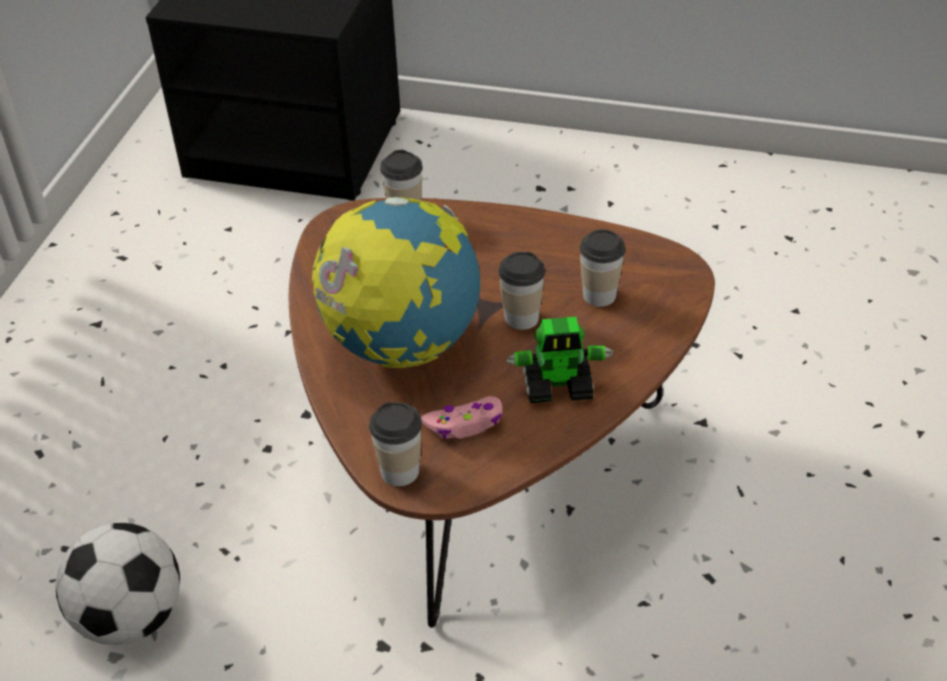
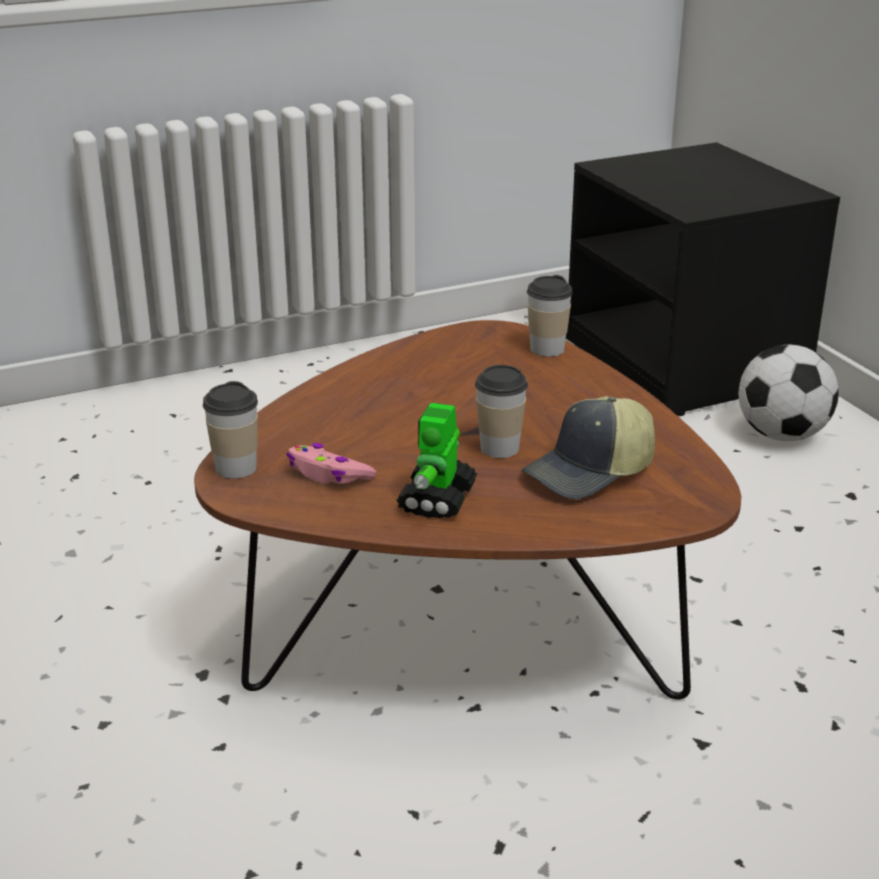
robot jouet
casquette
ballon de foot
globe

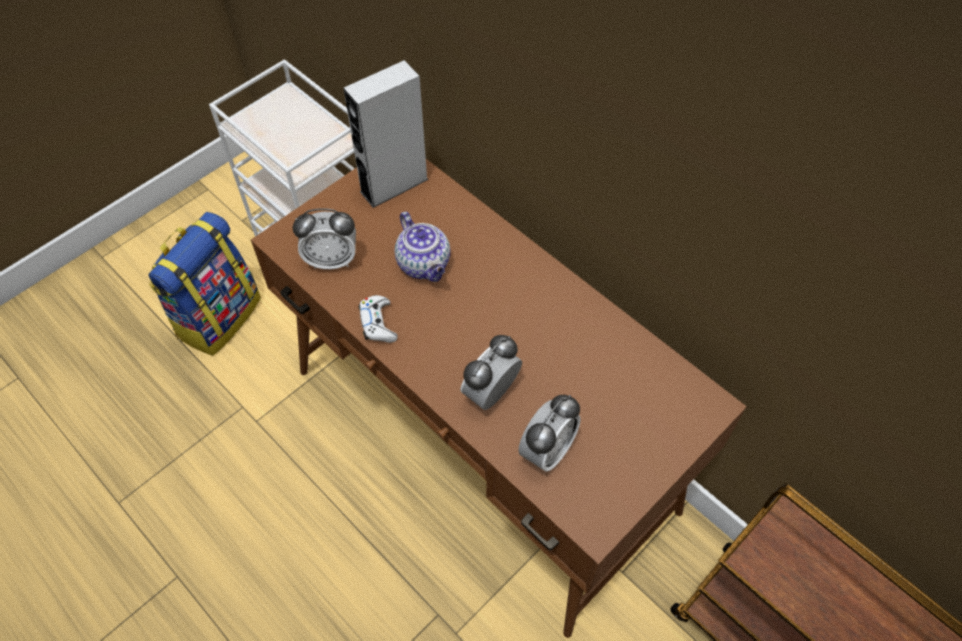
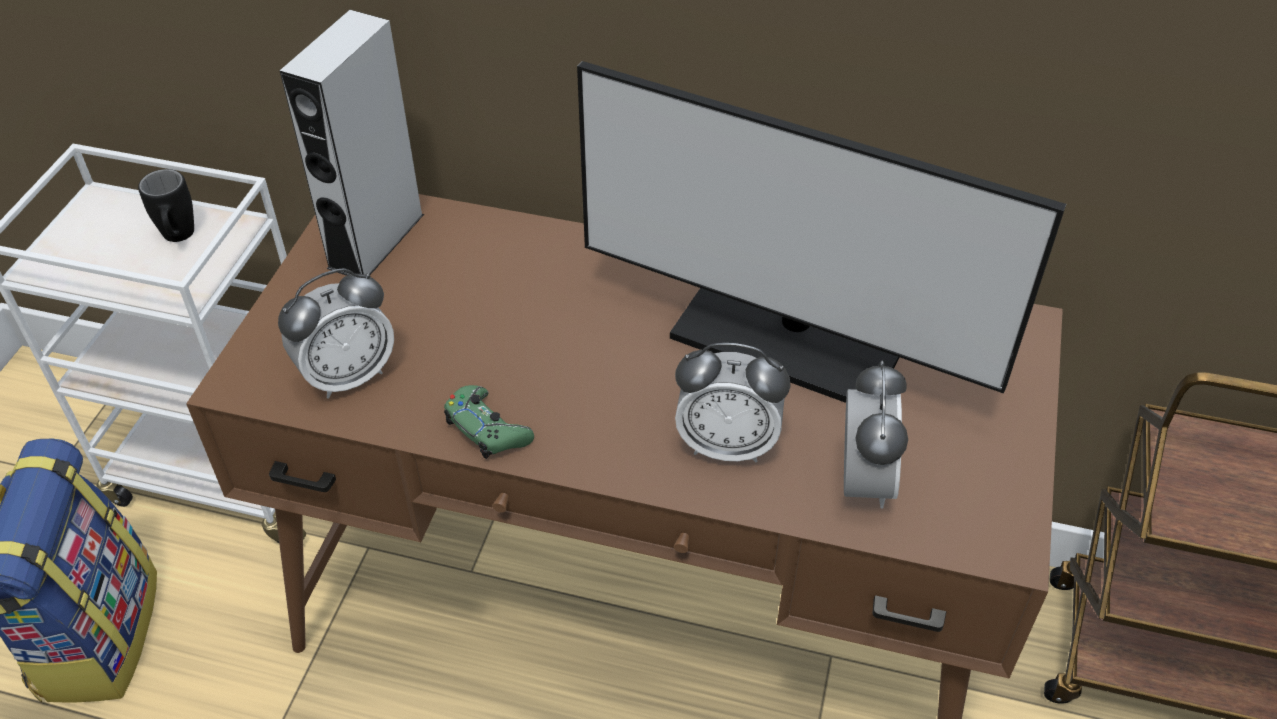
mug (noir)
manette (vert)
écran d'ordinateur
réveil (2nd from left)
théière

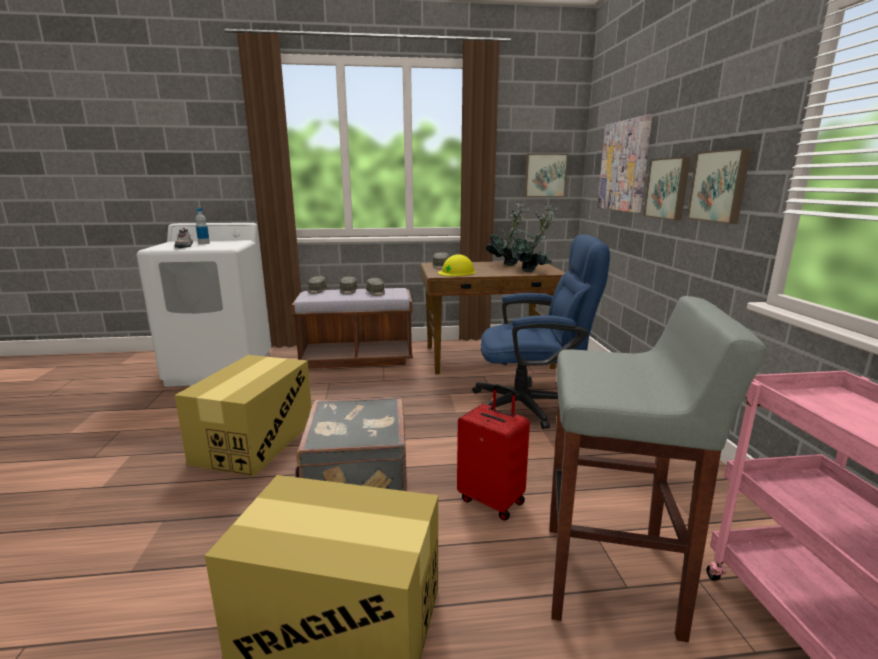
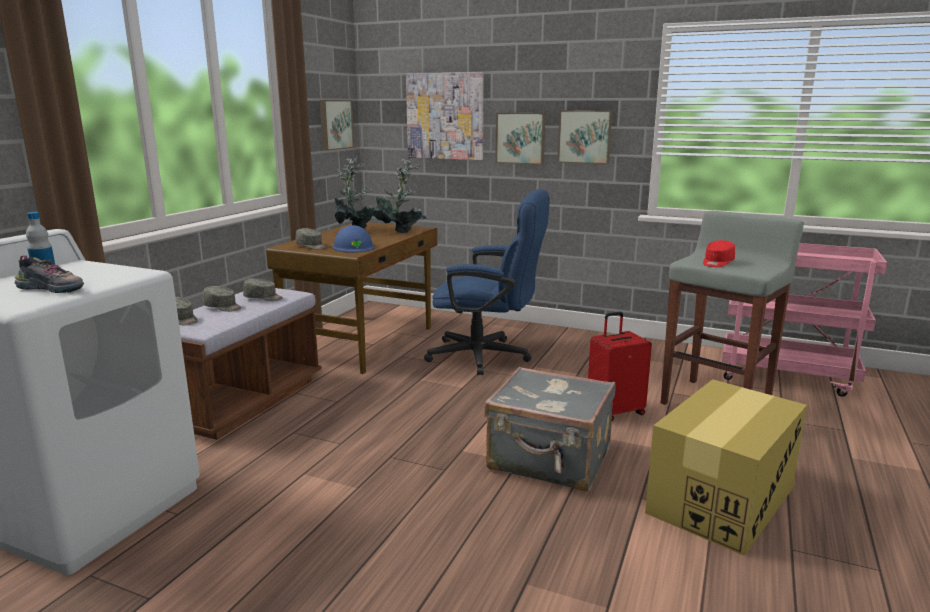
casque de chantier (bleu)
chaise de bureau (bleu)
casquette (rouge)
carton (1st from left in the first image)

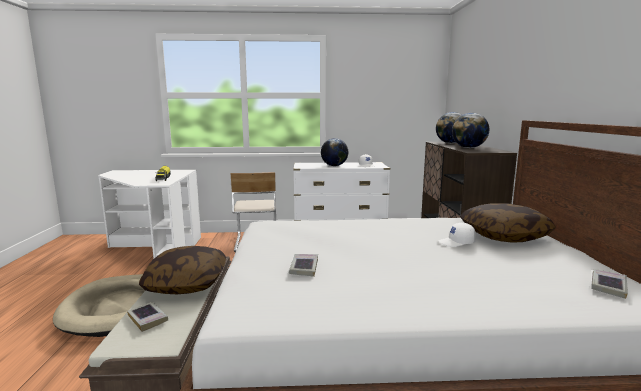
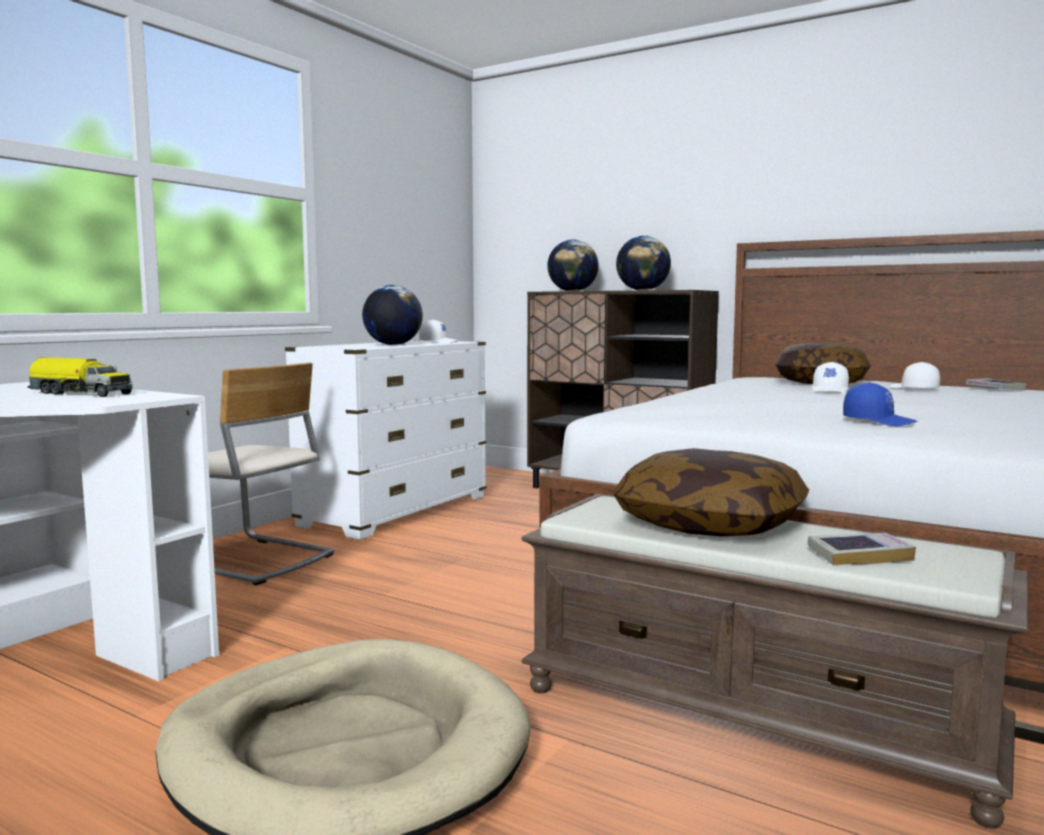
casquette (bleu)
casquette (blanc) (3rd from left)

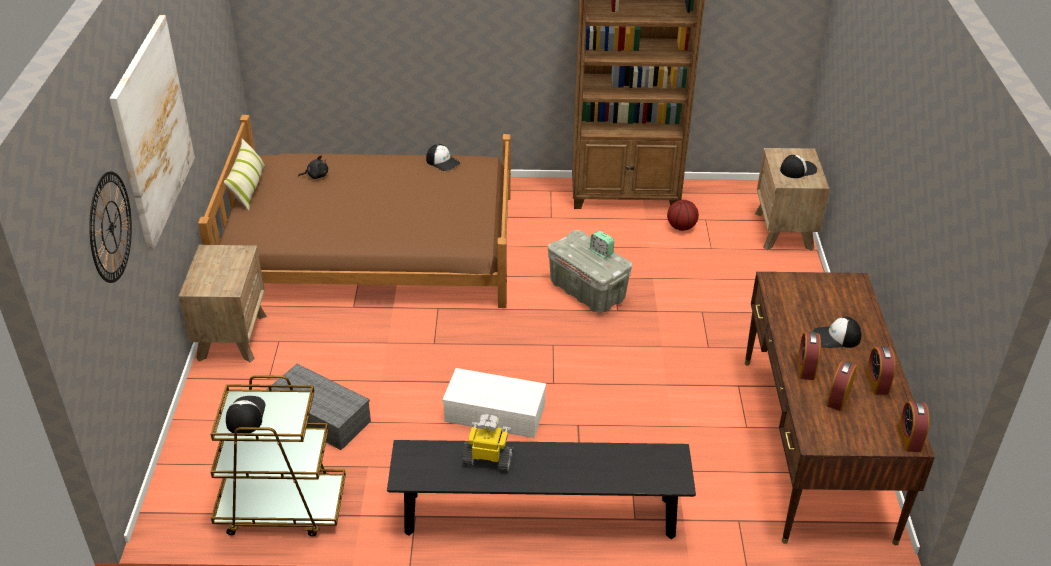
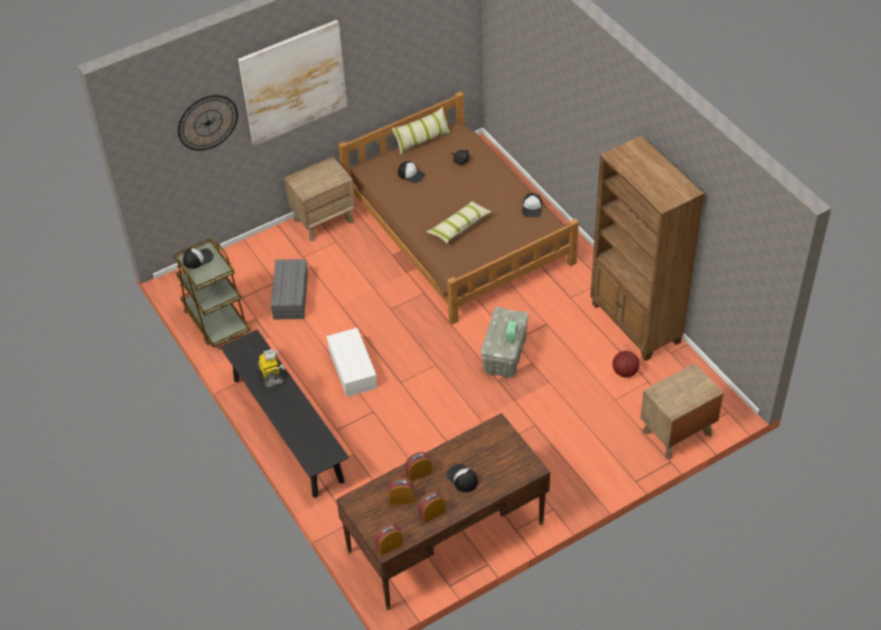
casquette (2nd from left)
coussin (2nd from left)

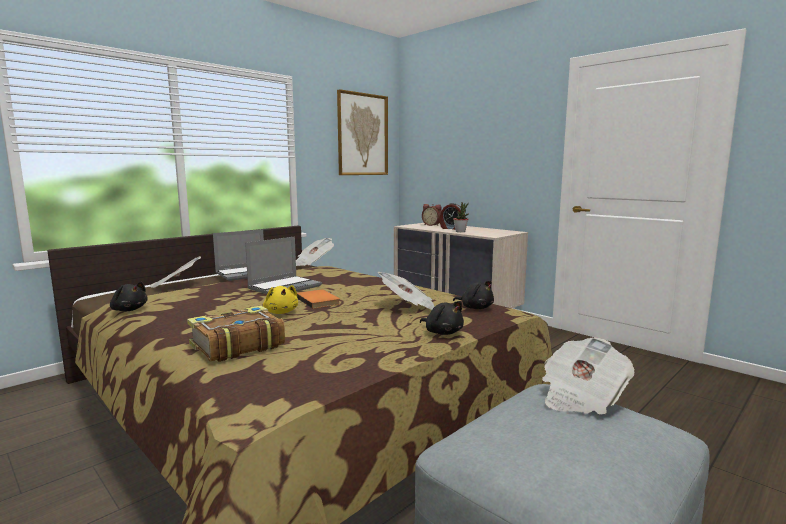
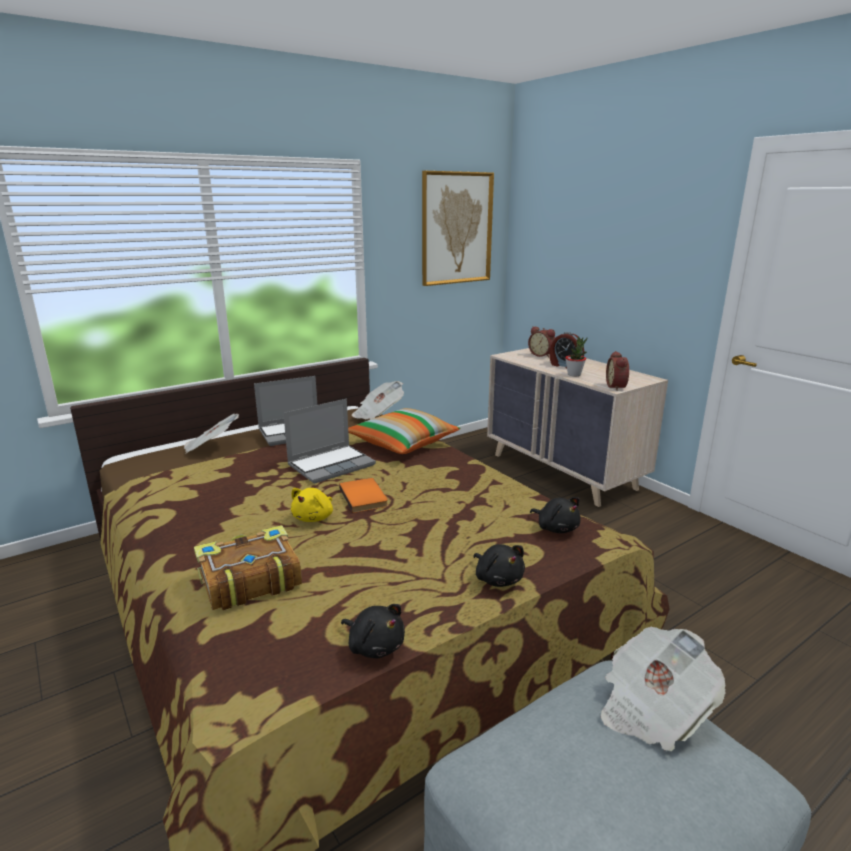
peluche (jaune)
peluche (noir) (1st from left)
coussin
réveil (3rd from left)
journal (3rd from left in the first image)

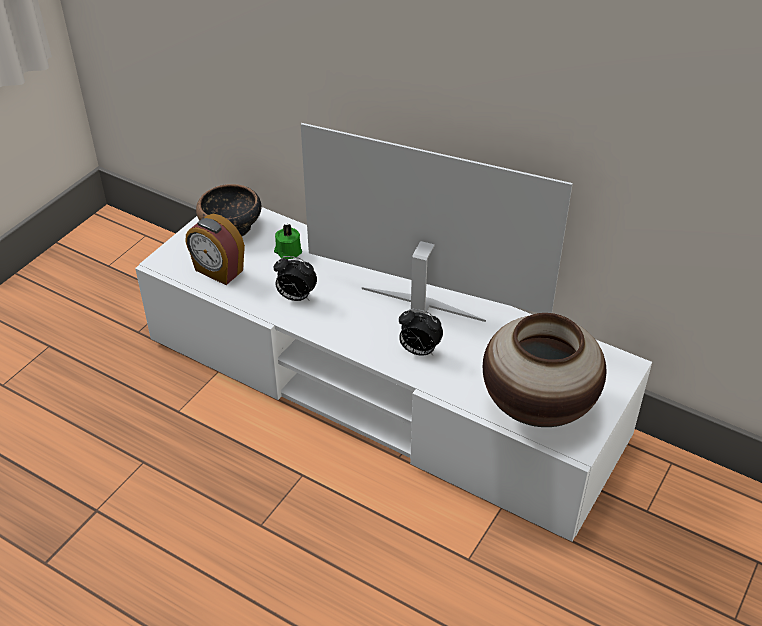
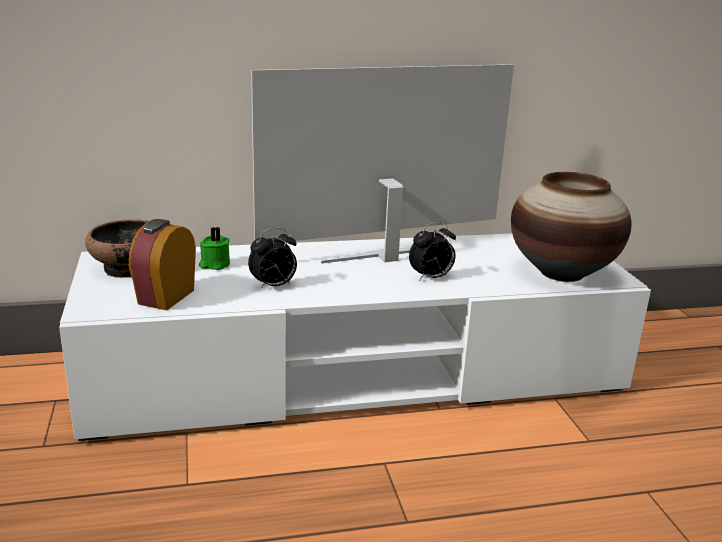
réveil (1st from left)

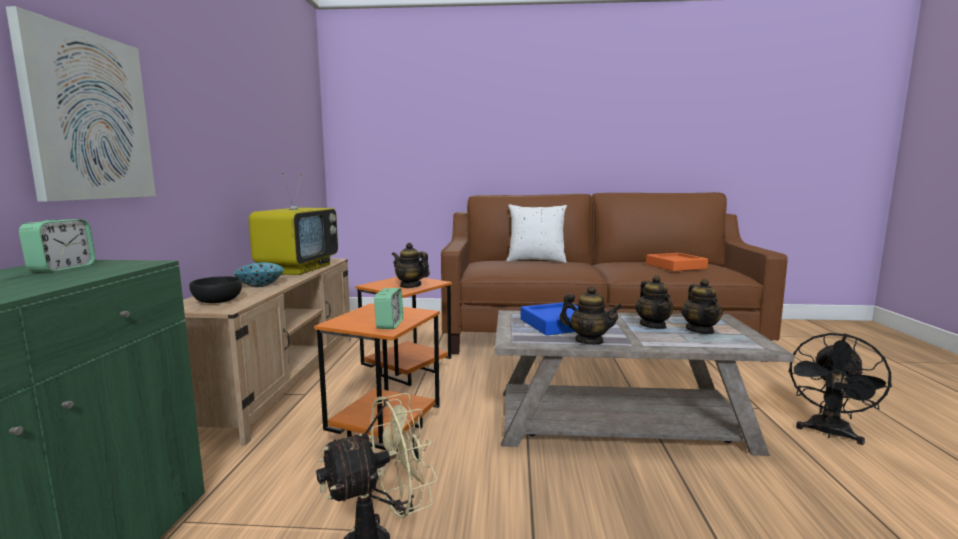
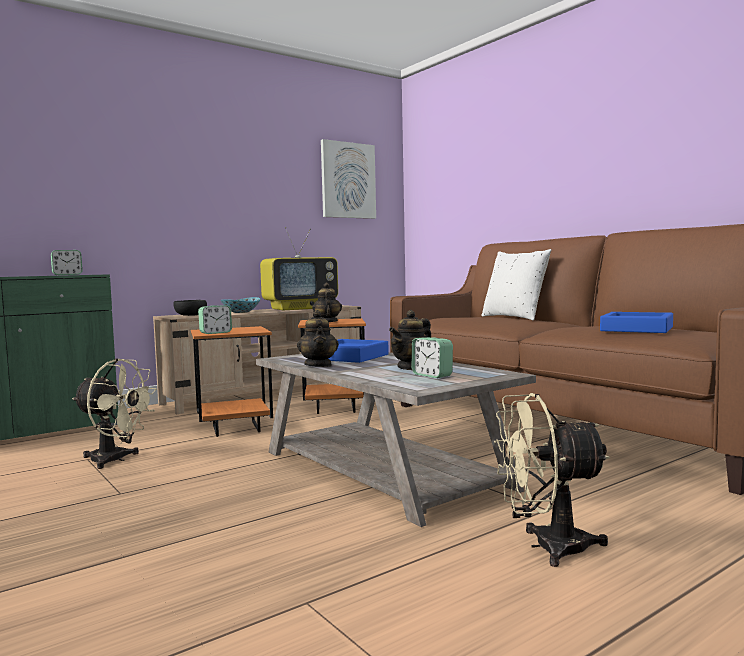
tableau
réveil (3rd from left)
ventilateur (beige) (2nd from left)
plateau (bleu) (2nd from left)

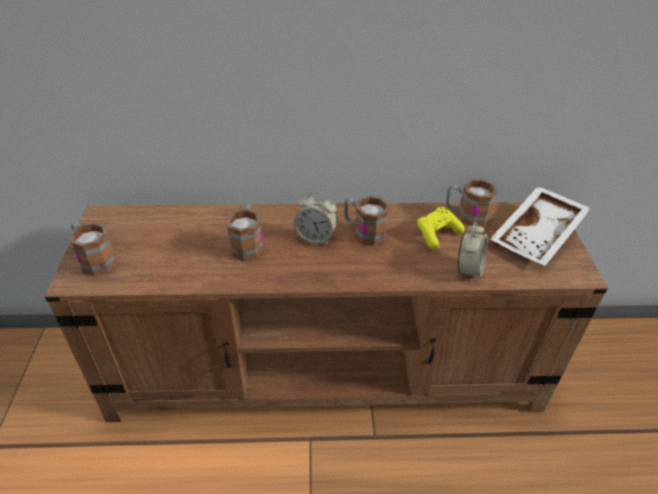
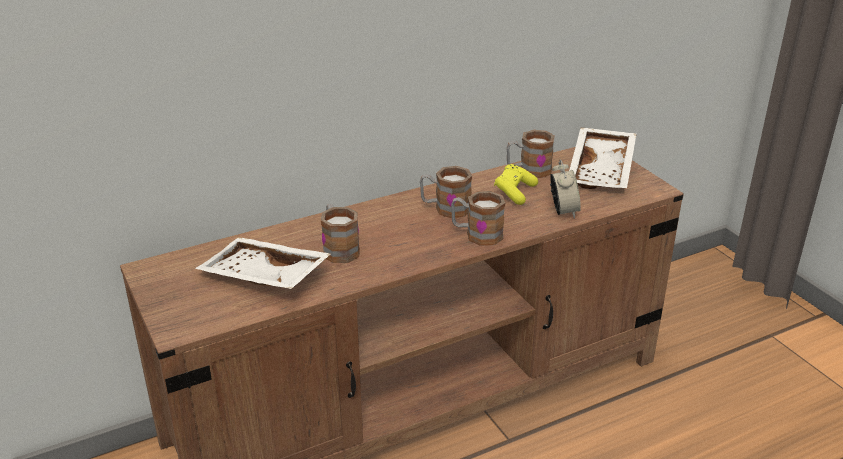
plateau (blanc) (1st from left)
mug (3rd from left)
réveil (1st from left in the first image)

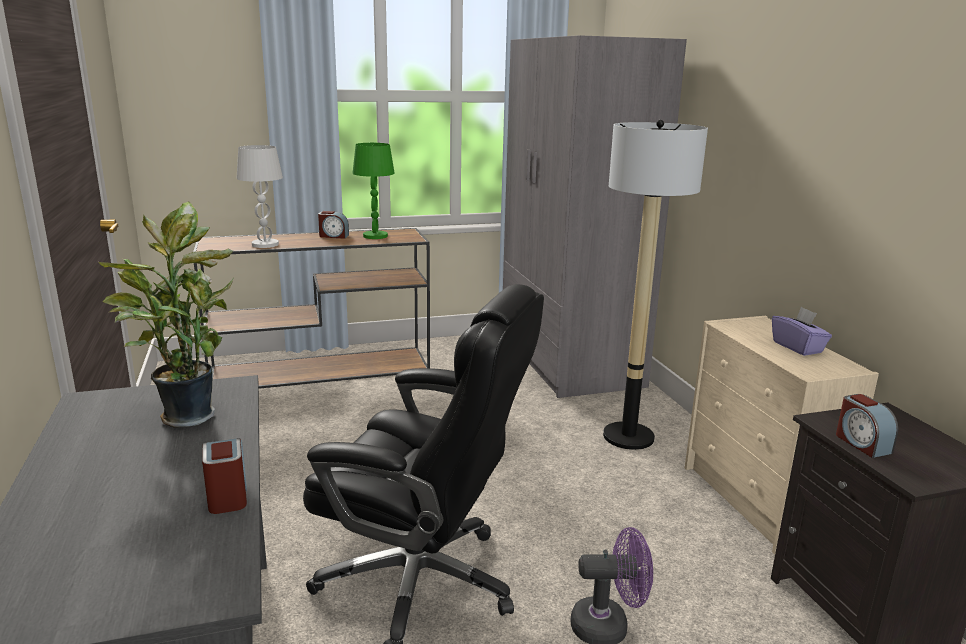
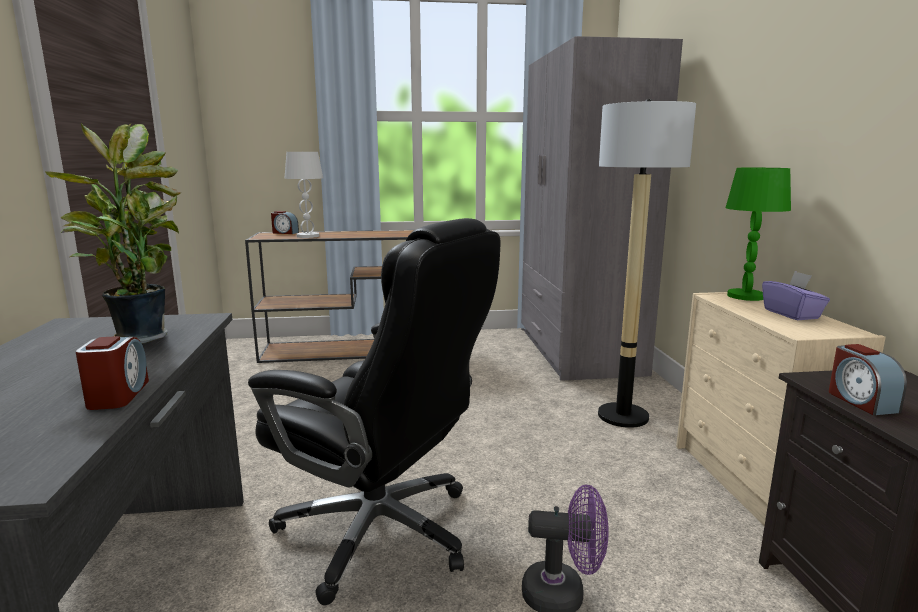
réveil (2nd from left)
lampe de table (vert)

